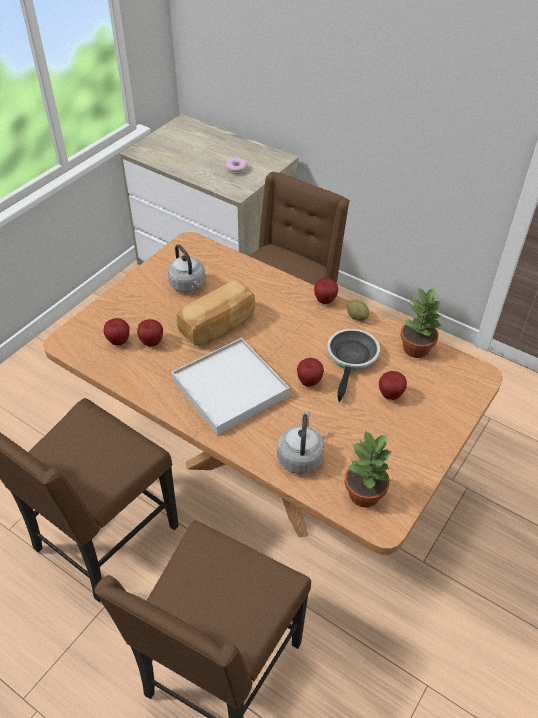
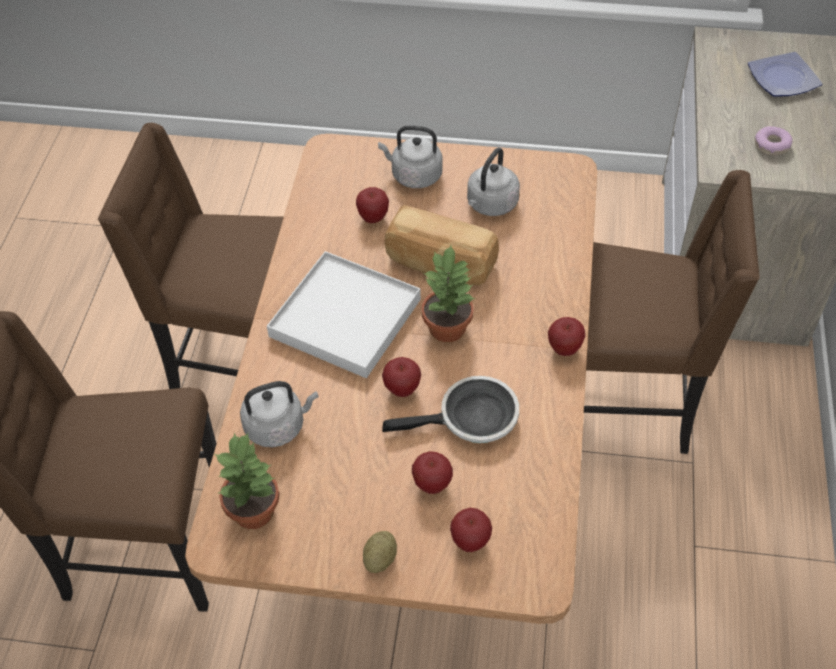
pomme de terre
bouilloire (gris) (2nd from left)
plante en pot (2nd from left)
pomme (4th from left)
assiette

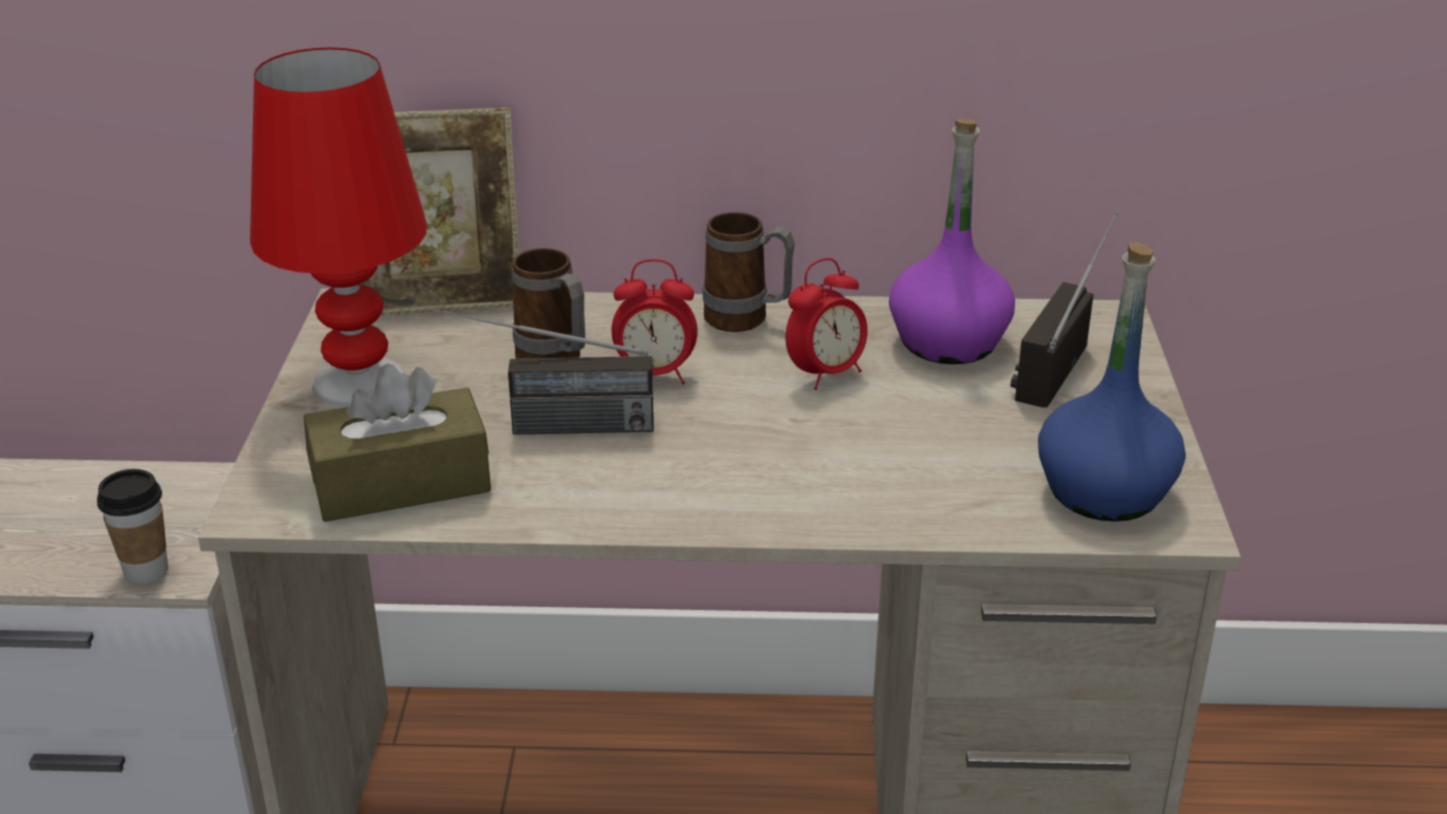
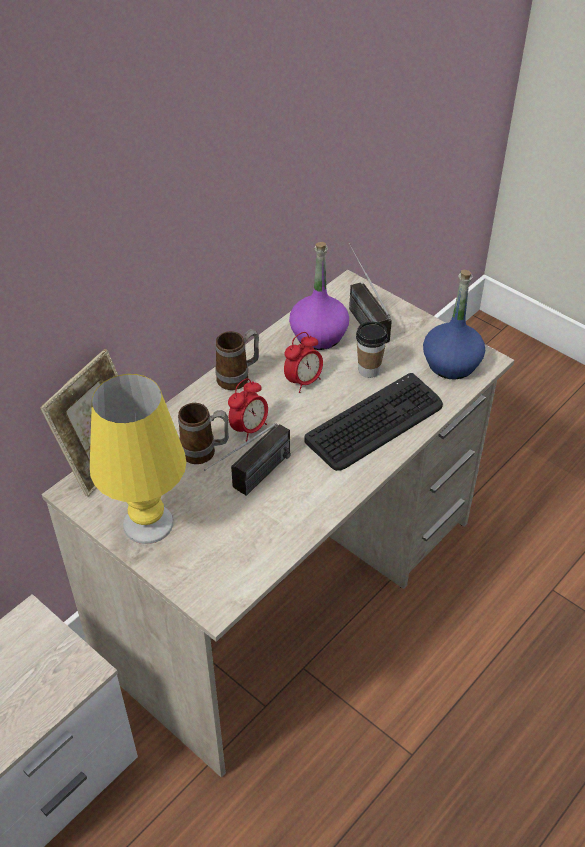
lampe de table (jaune)
réveil (2nd from left)
clavier
tasse
boîte à mouchoirs (marron)

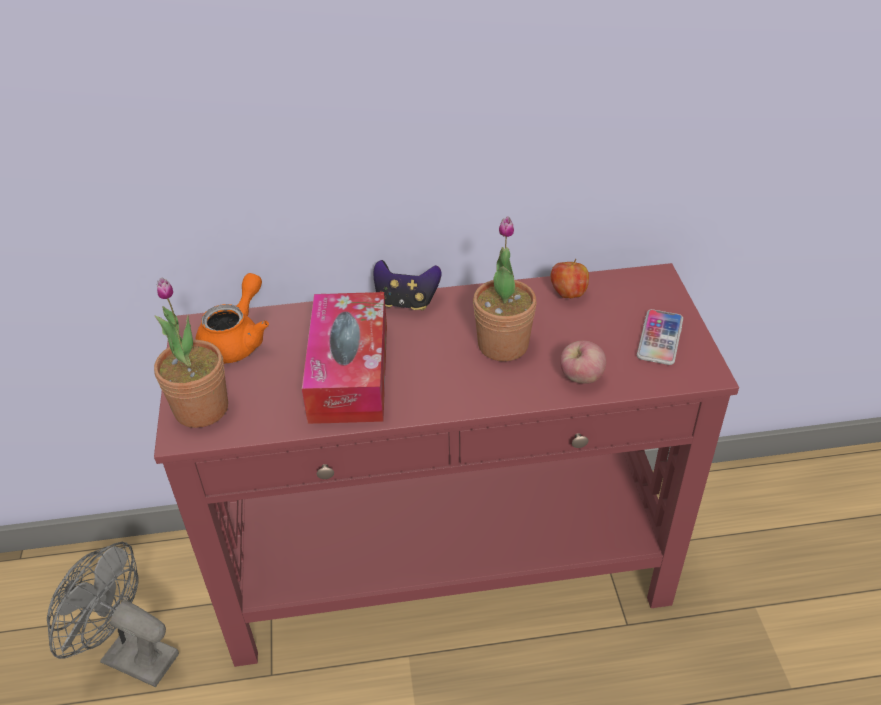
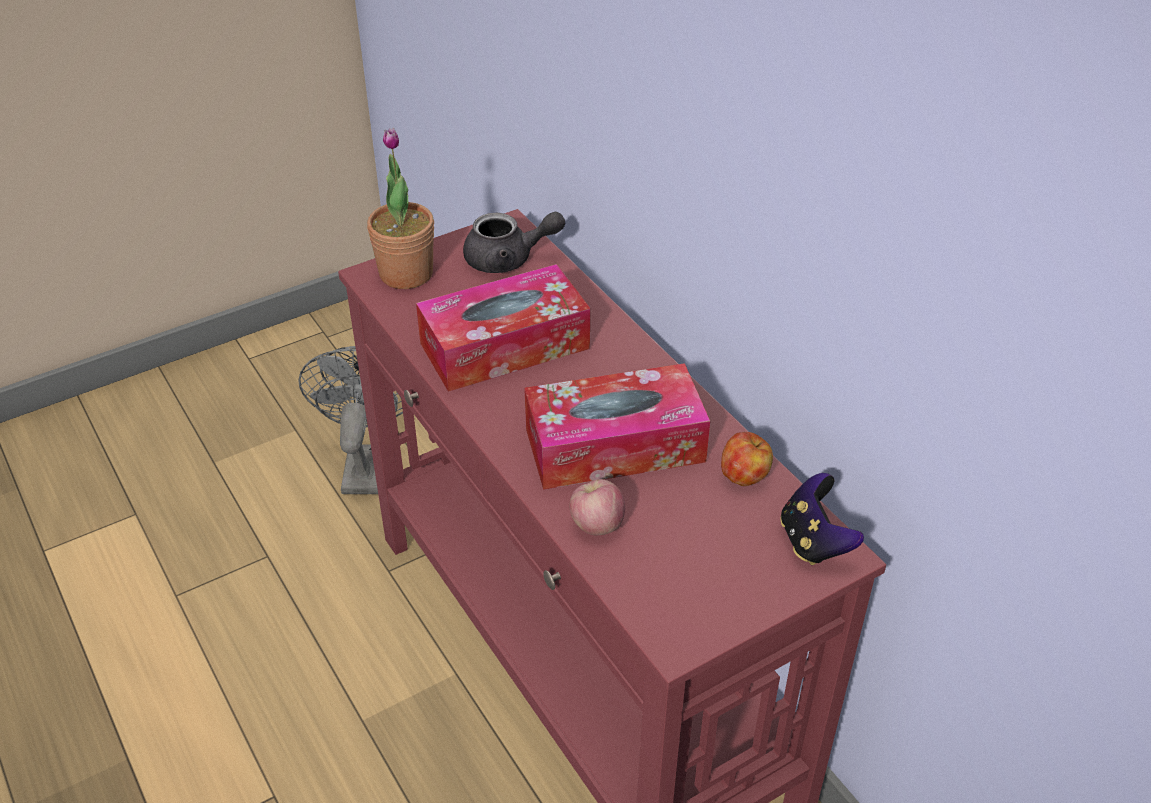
théière (gris)
boîte à mouchoirs (2nd from left)
manette
téléphone

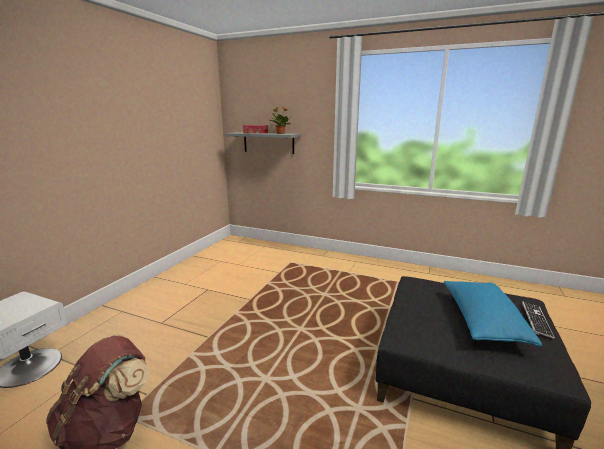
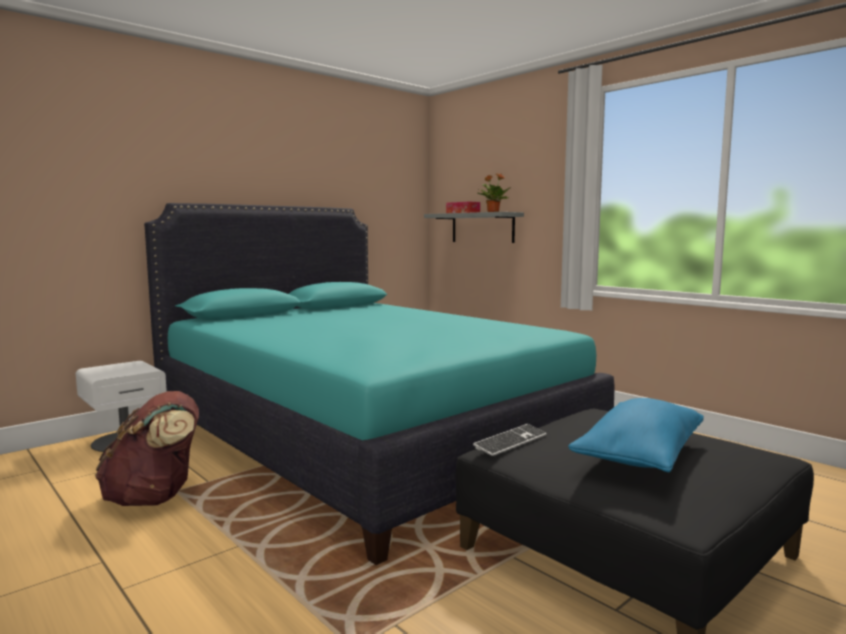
lit (turquoise)
clavier

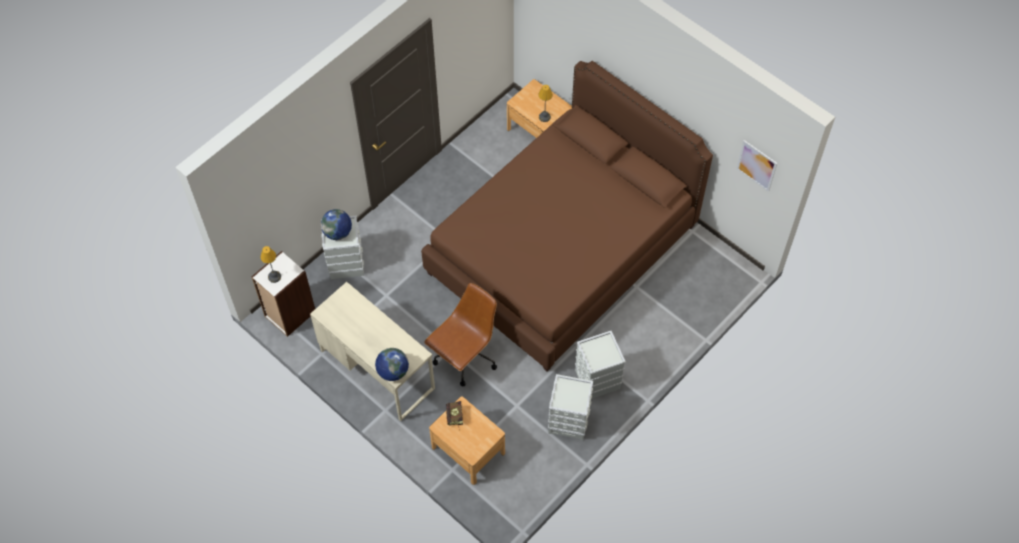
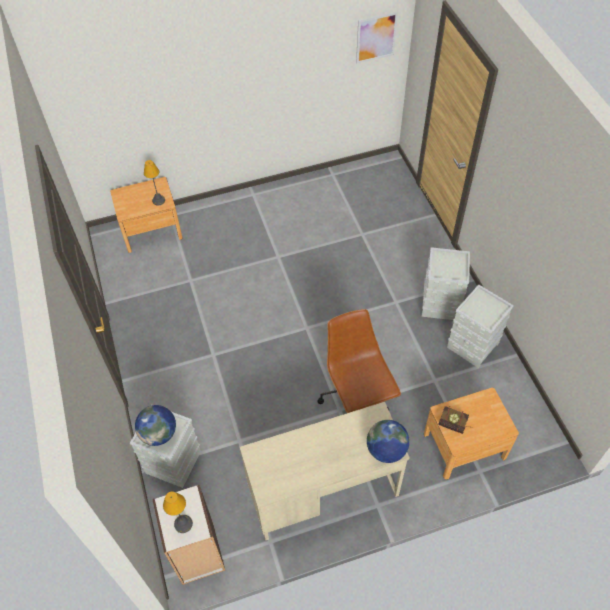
lit (marron)

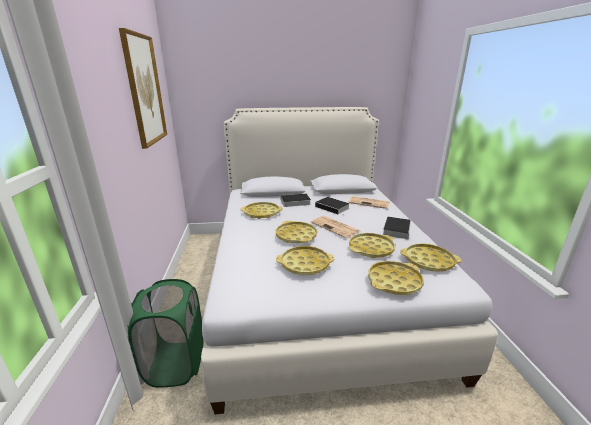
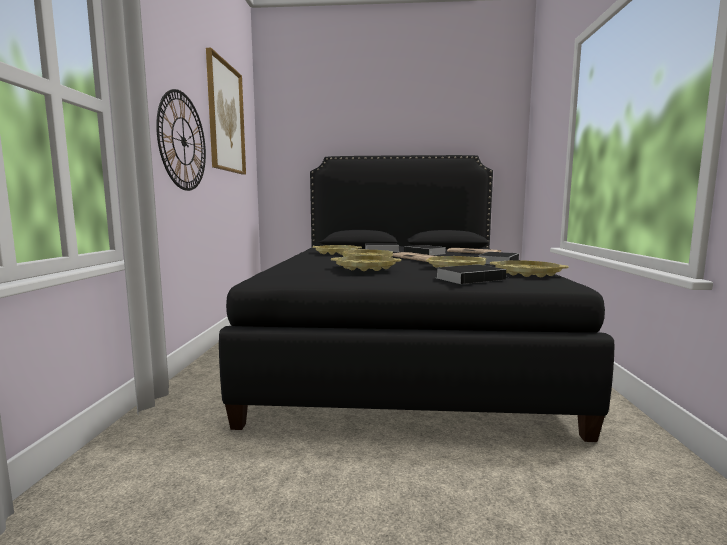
horloge murale
lit (noir)
livre (3rd from left)
panier à linge (vert)

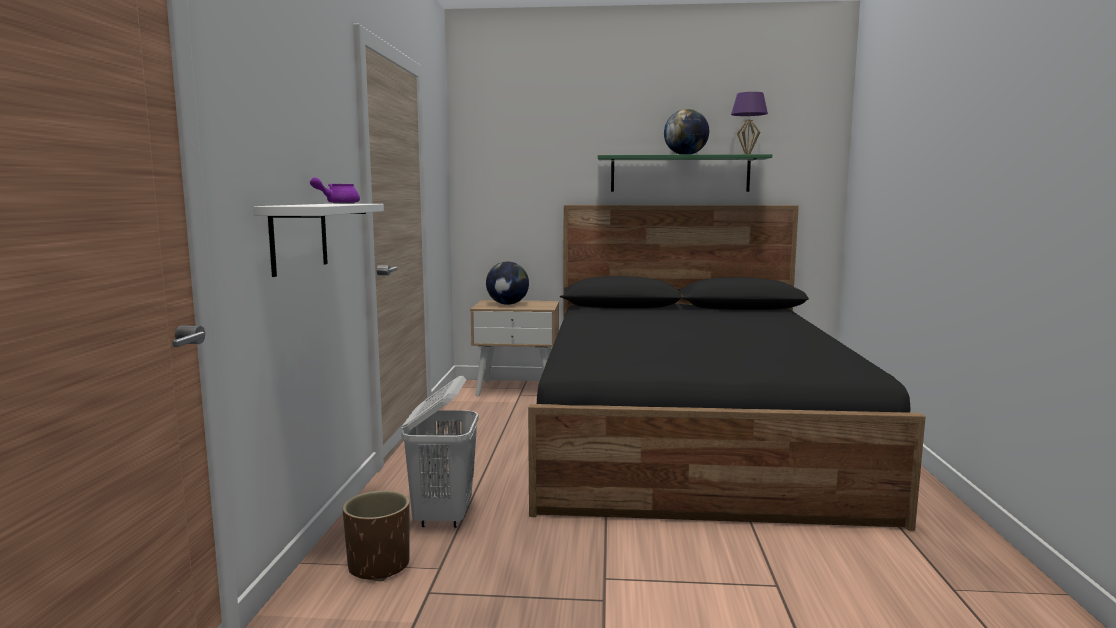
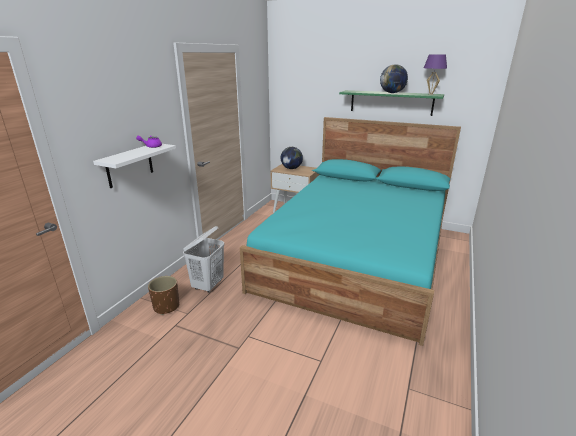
lit (turquoise)

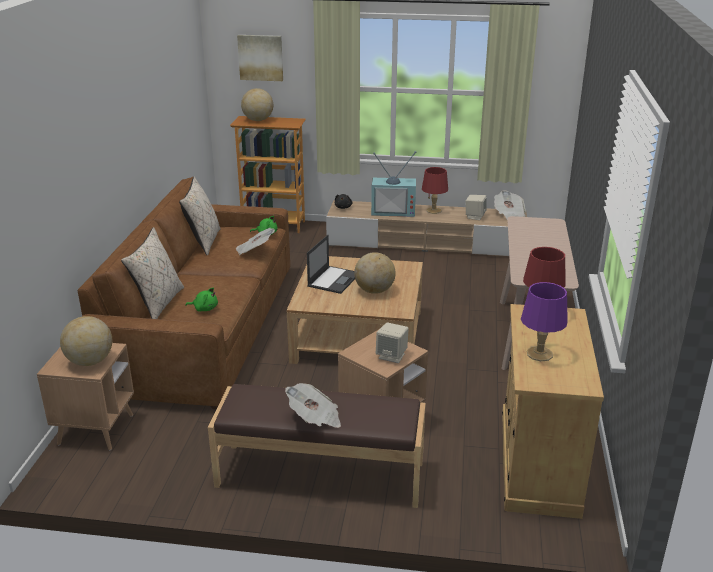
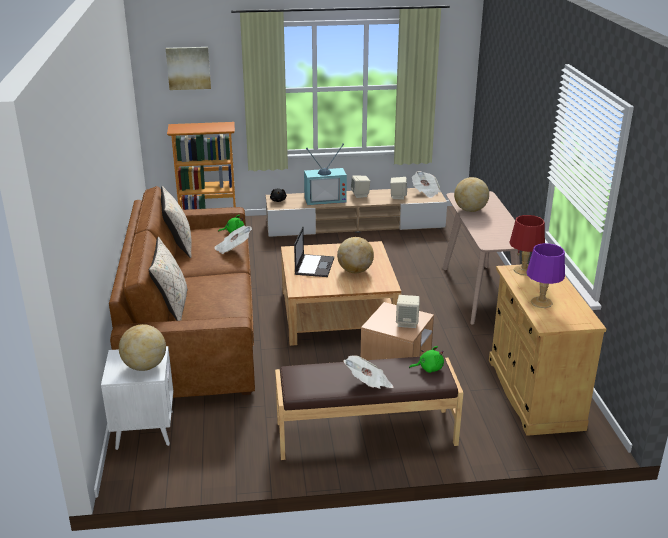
table d'appoint (blanc)
enceinte (beige) (1st from left)
peluche (vert) (2nd from left)
globe (3rd from left)

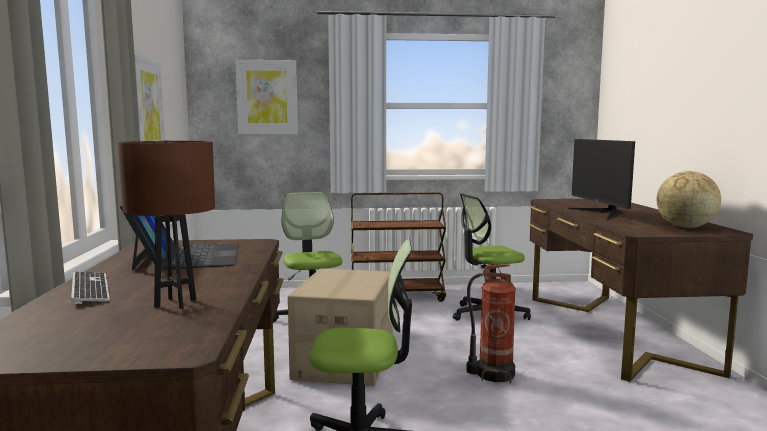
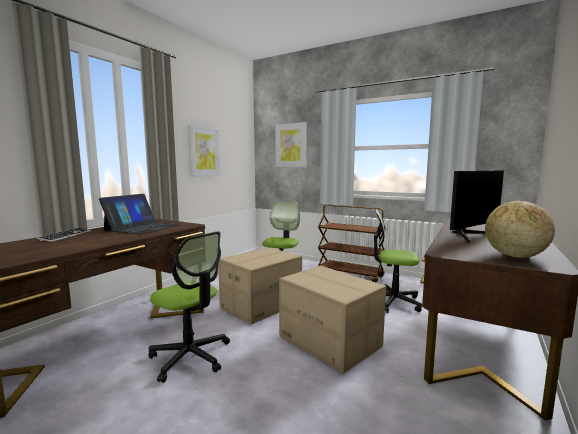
carton (2nd from left)
écran d'ordinateur
lampe de table (marron)

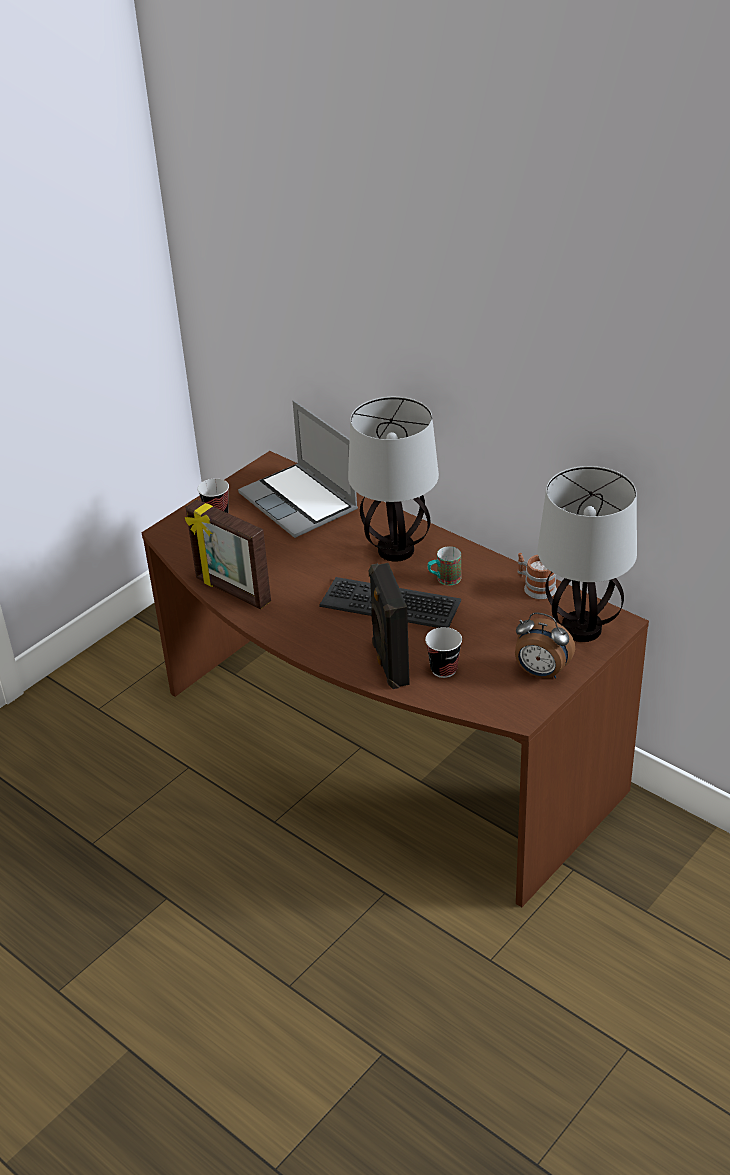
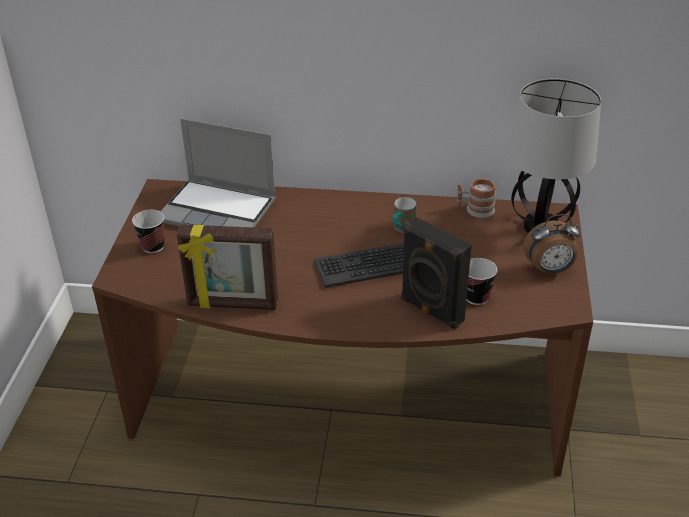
lampe de table (1st from left in the first image)

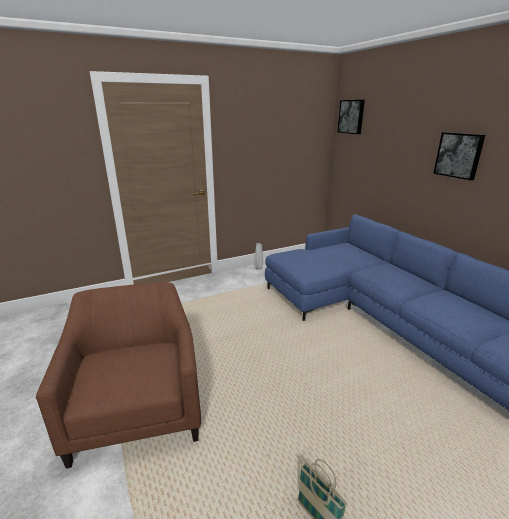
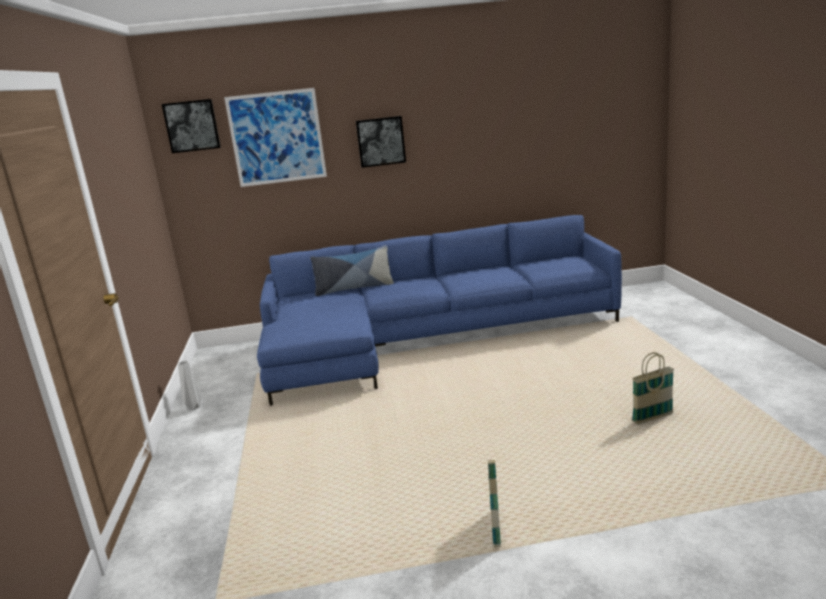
tableau (2nd from left)
coussin
panier (1st from left)

